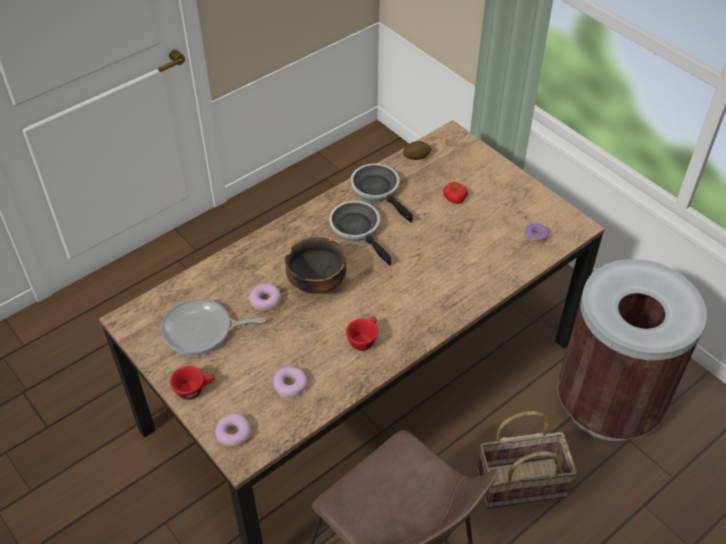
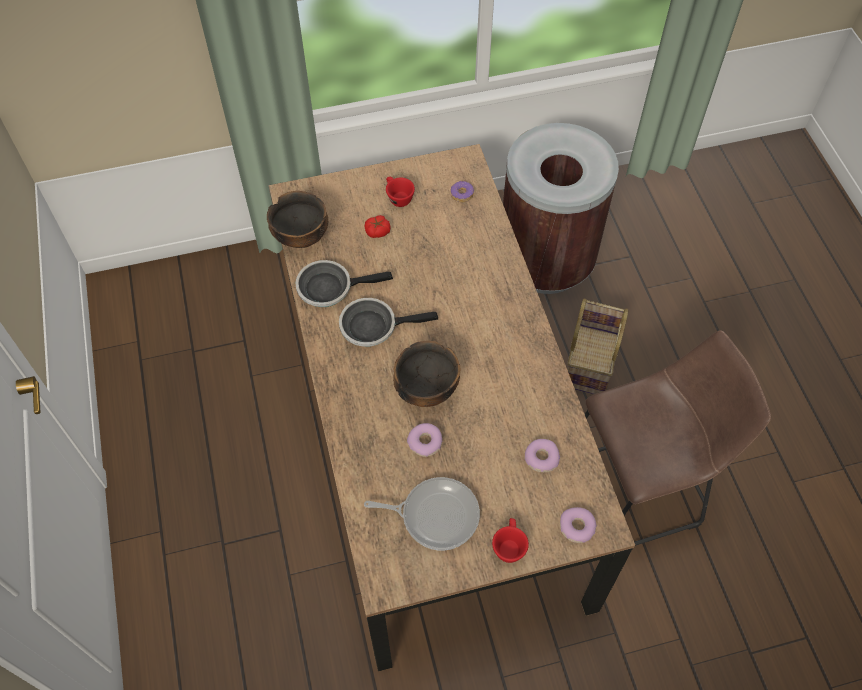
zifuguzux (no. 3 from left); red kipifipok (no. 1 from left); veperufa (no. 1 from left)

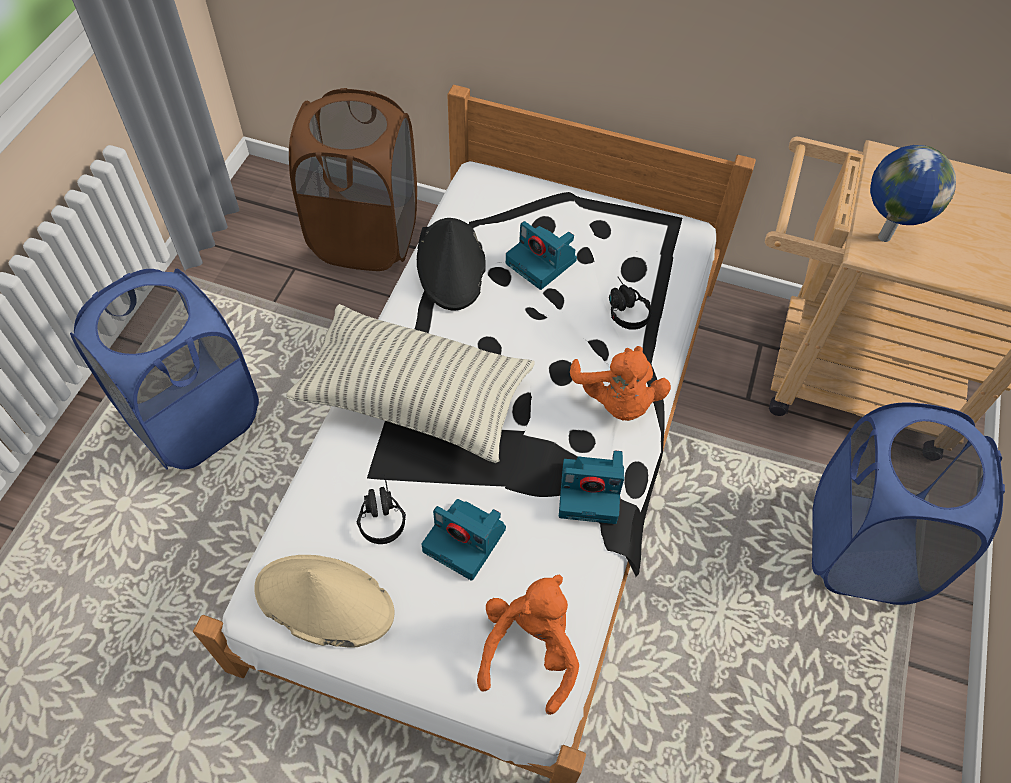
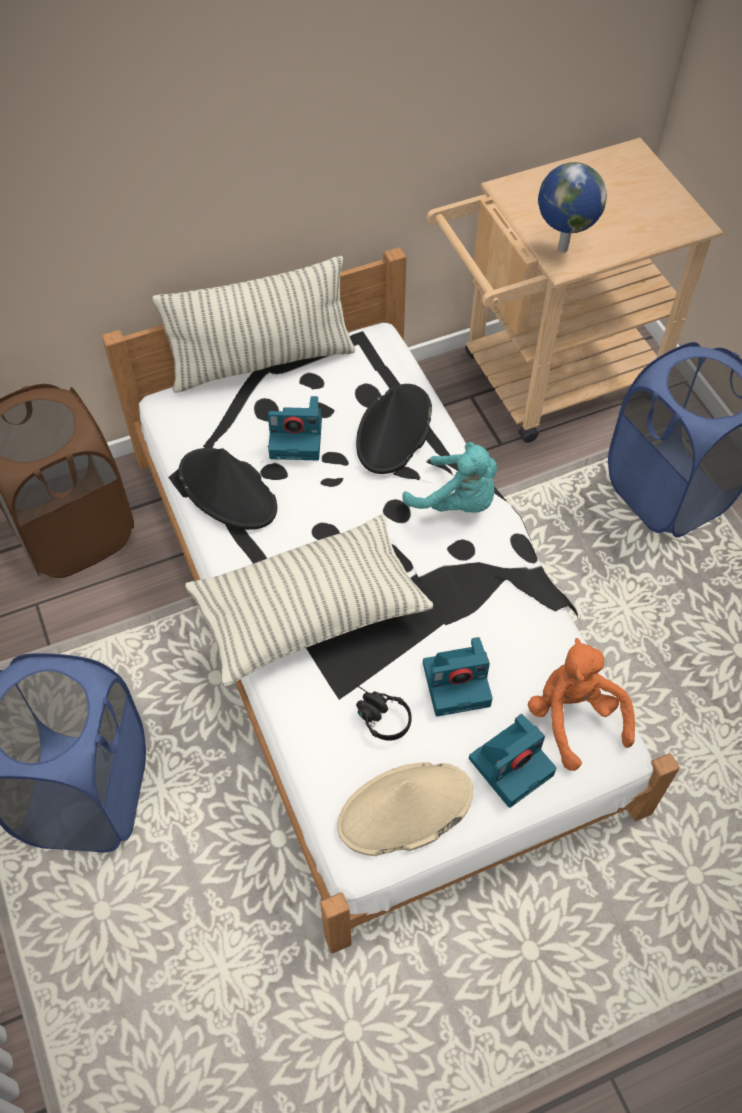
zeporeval (no. 3 from left); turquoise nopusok; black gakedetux (no. 2 from left); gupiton (no. 1 from left)

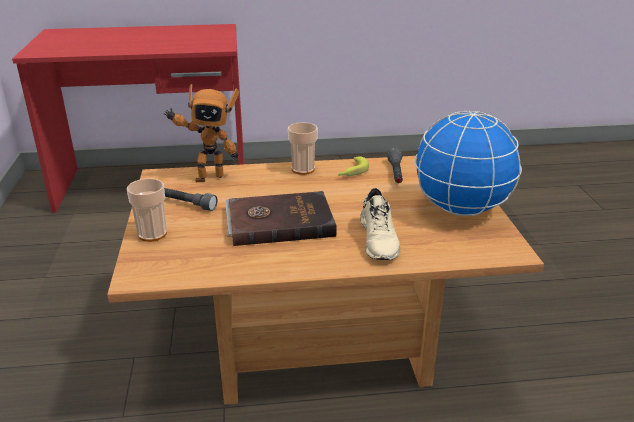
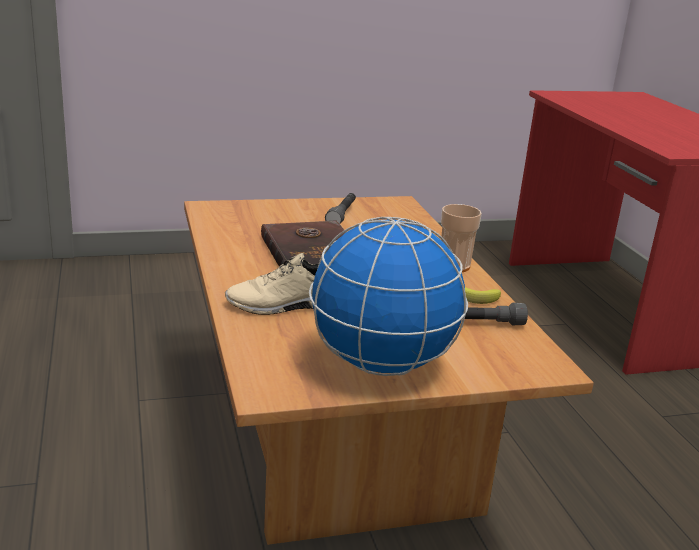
kipifipok (no. 1 from left in the first image); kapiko

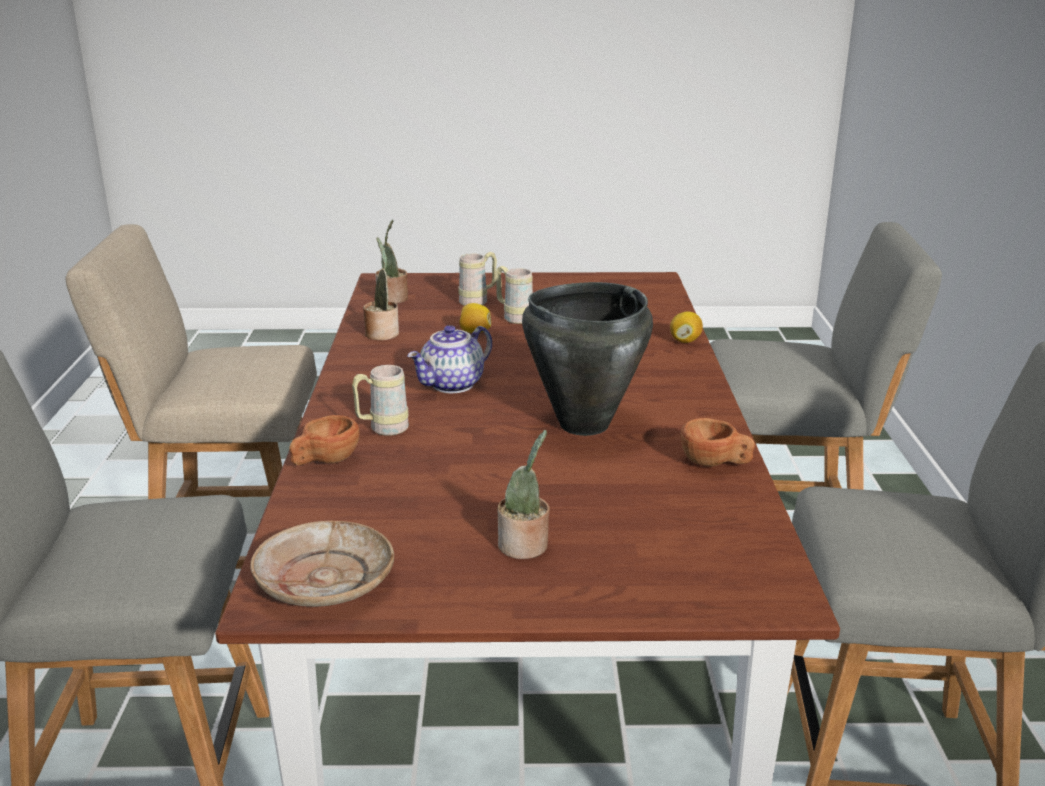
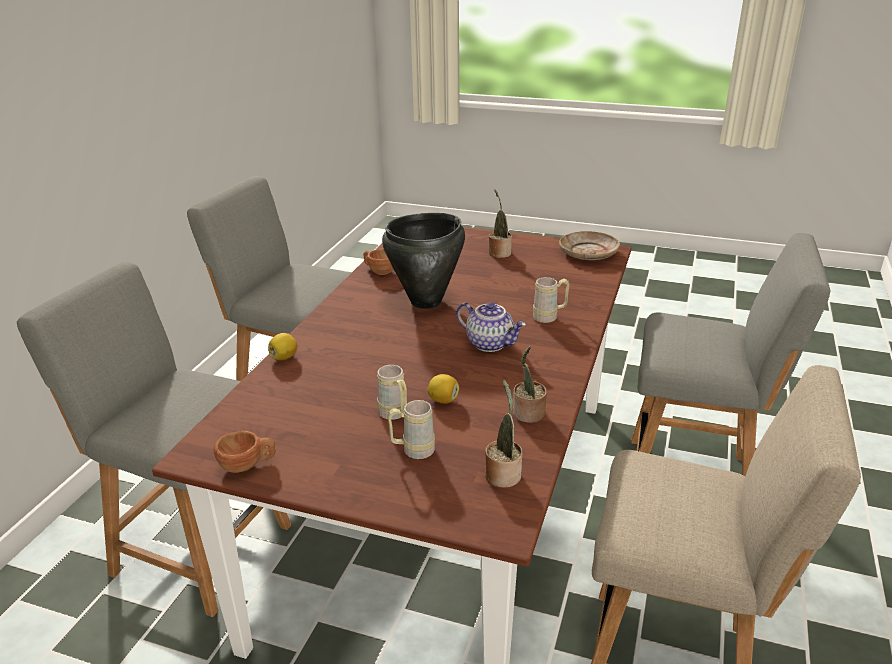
brown kipifipok (no. 1 from left); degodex

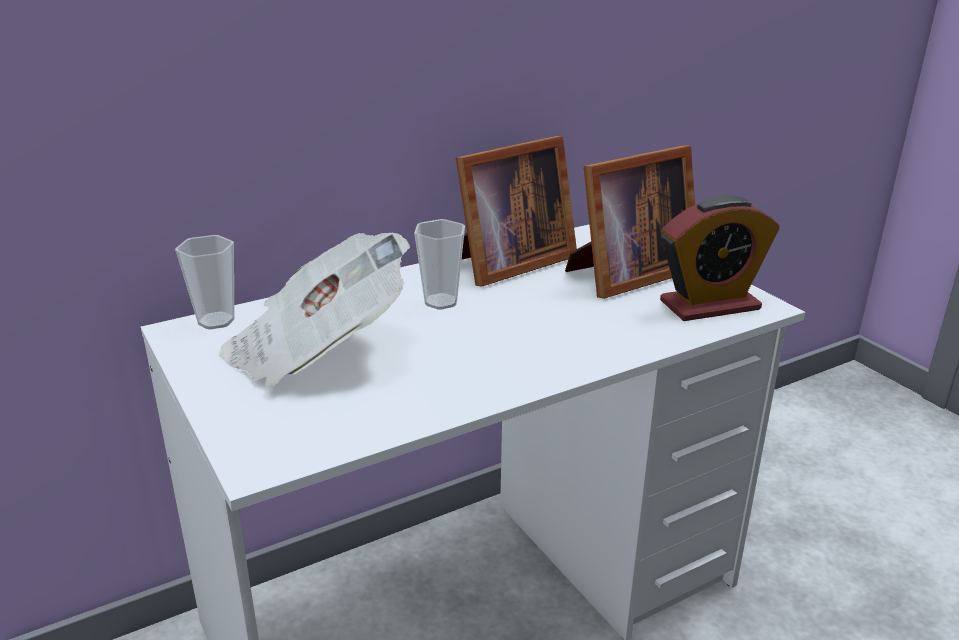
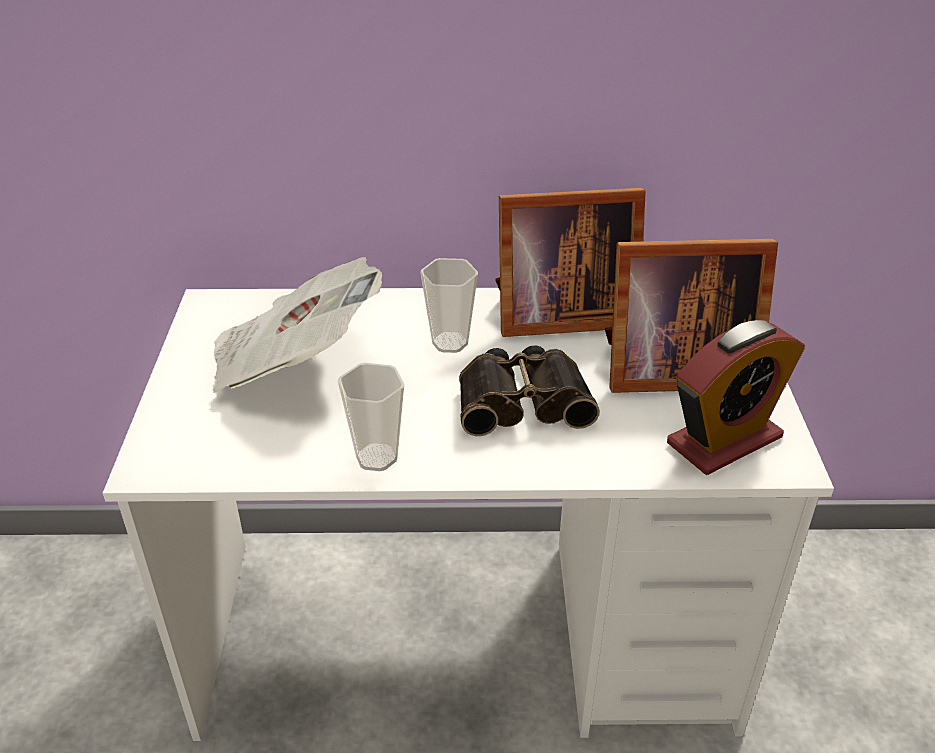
kipifipok (no. 1 from left); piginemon; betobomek

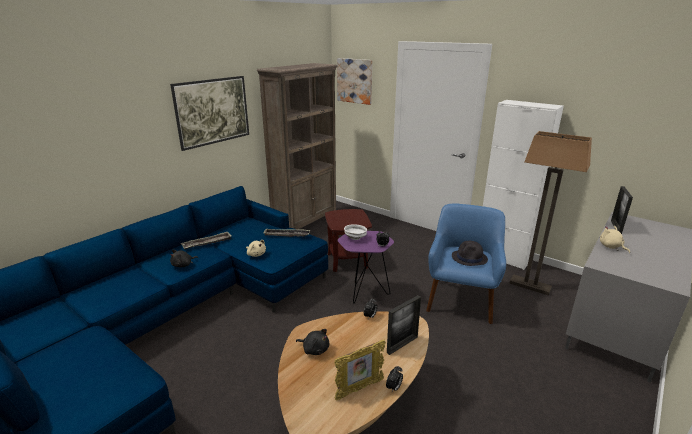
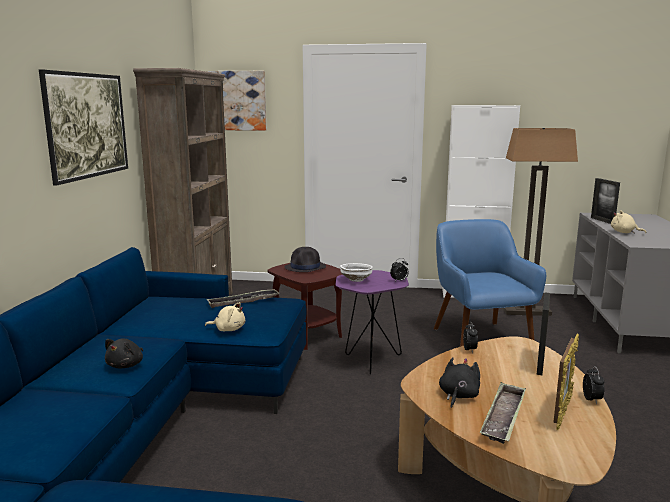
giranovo (no. 2 from left); black nopusok (no. 2 from left); black gakedetux

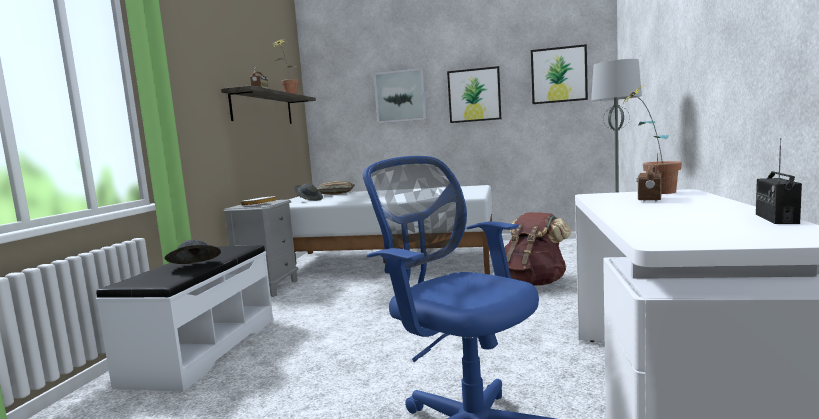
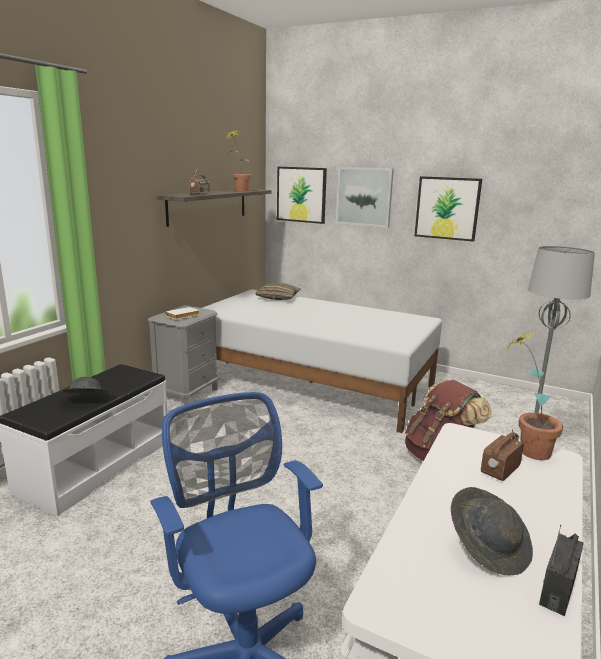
grey gakedetux (no. 2 from left); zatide (no. 1 from left)

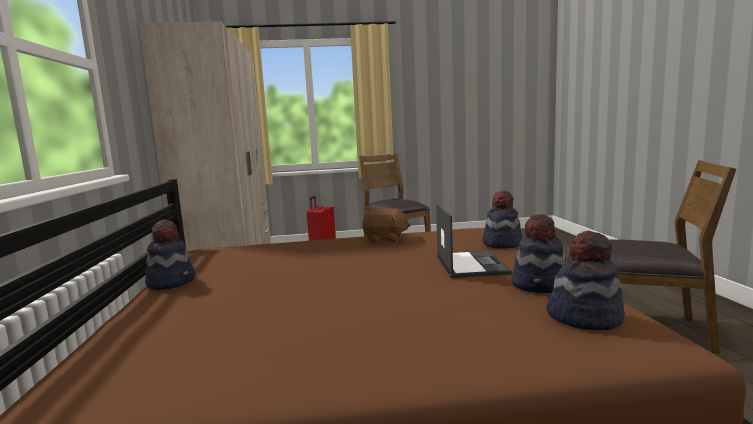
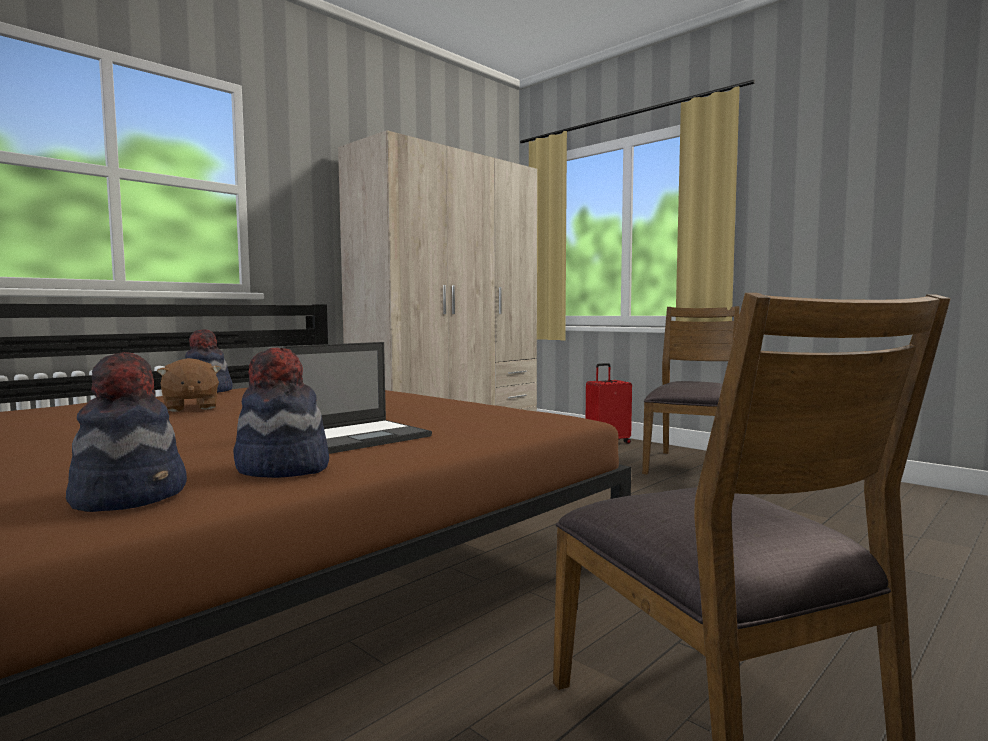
brown nopusok; gakedetux (no. 2 from left in the first image)

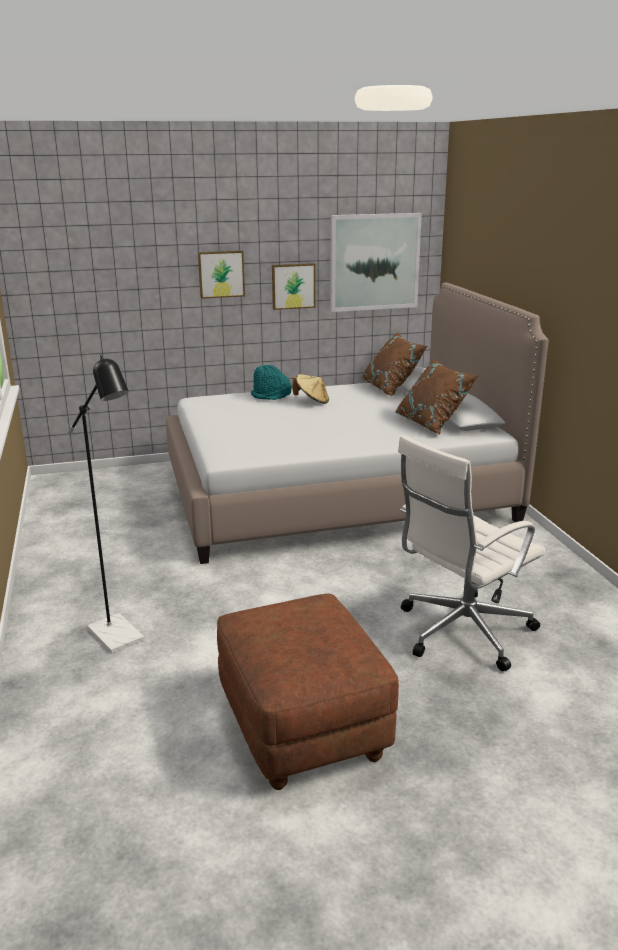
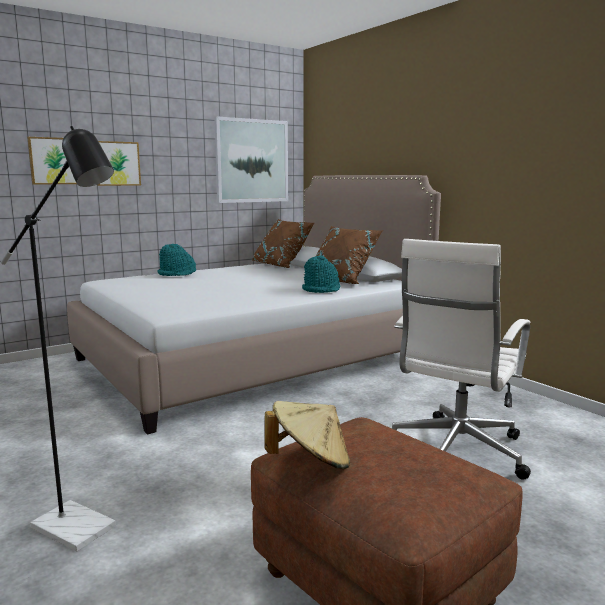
zatide (no. 1 from left); beige gakedetux; turquoise gakedetux (no. 2 from left)

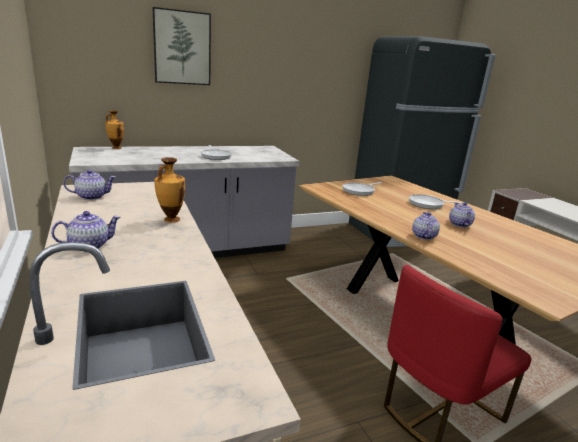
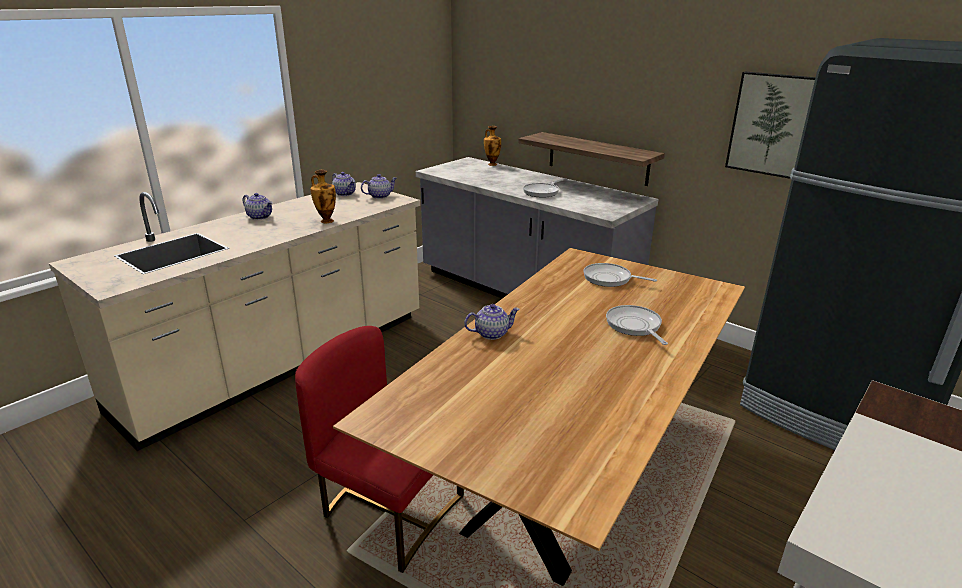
zatide; degodex (no. 3 from left); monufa

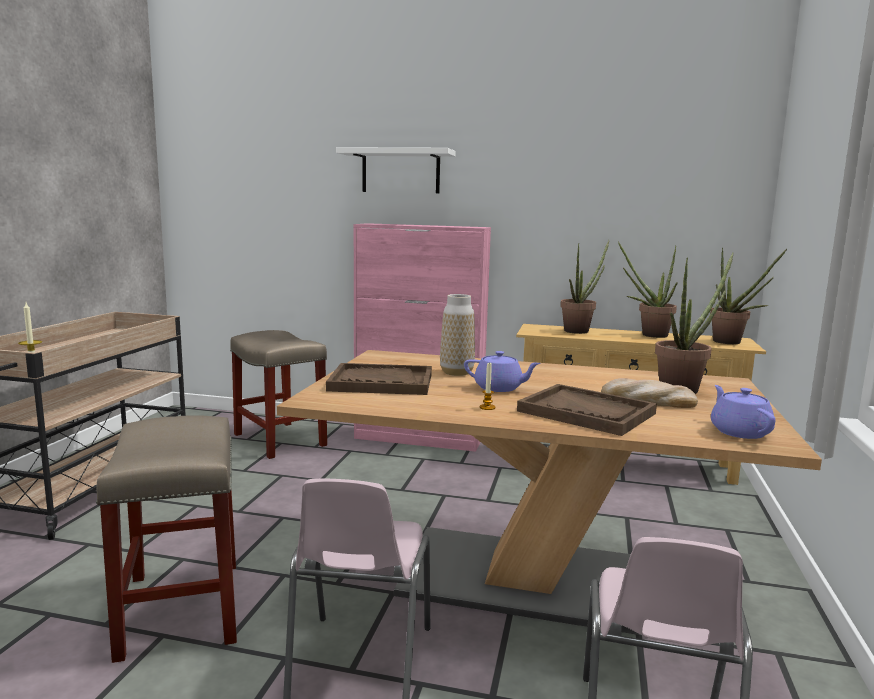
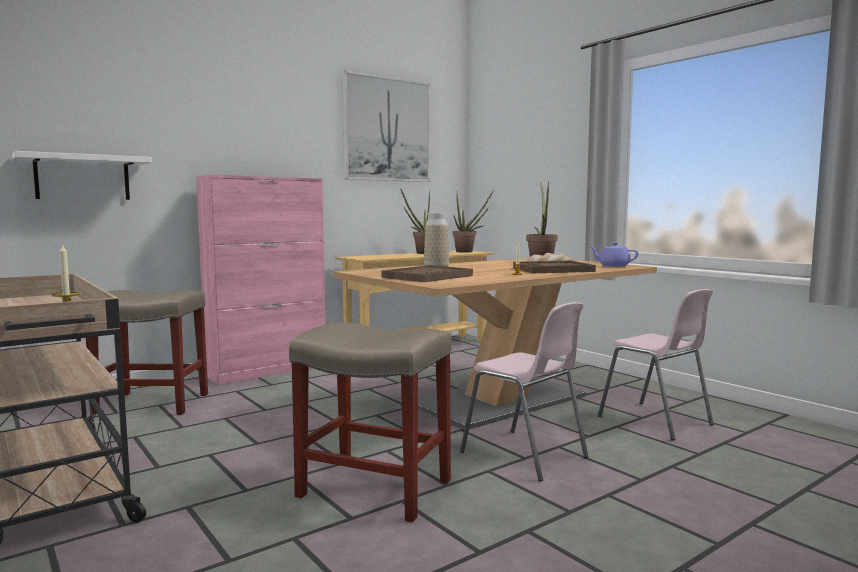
white monufa; purple degodex (no. 1 from left in the first image); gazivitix (no. 1 from left in the first image); zatide

